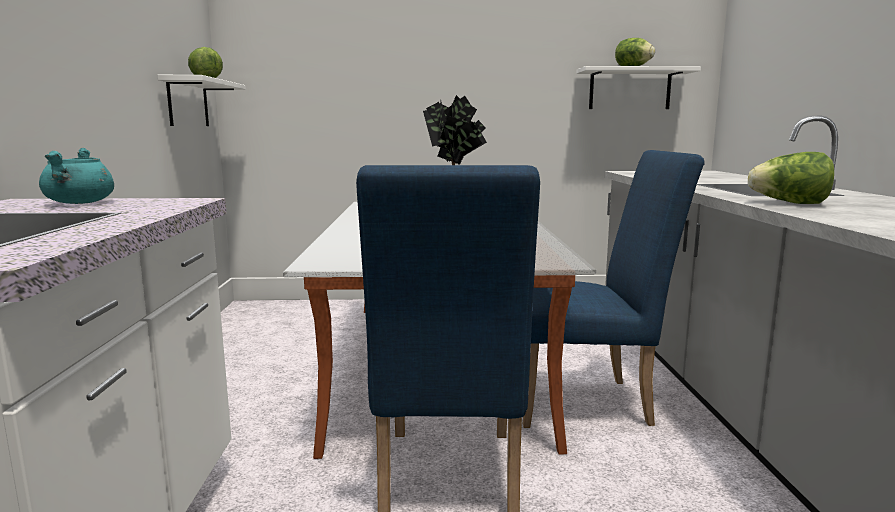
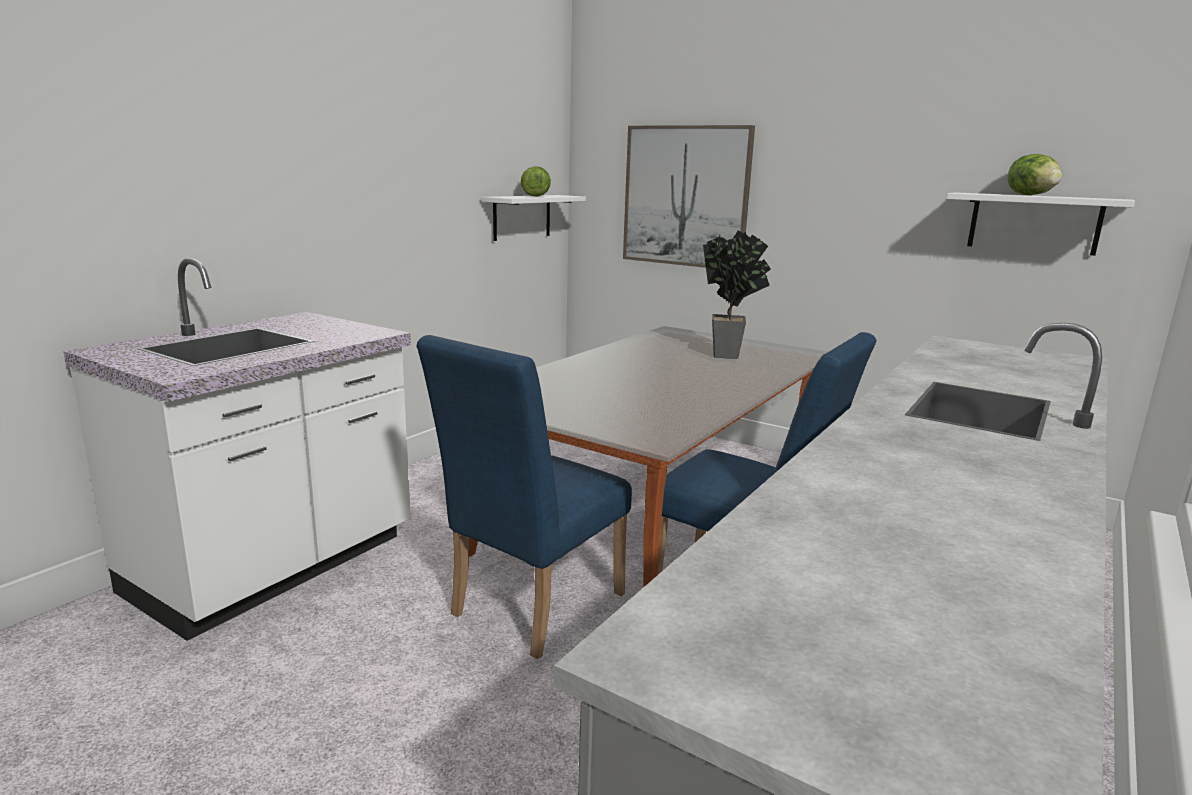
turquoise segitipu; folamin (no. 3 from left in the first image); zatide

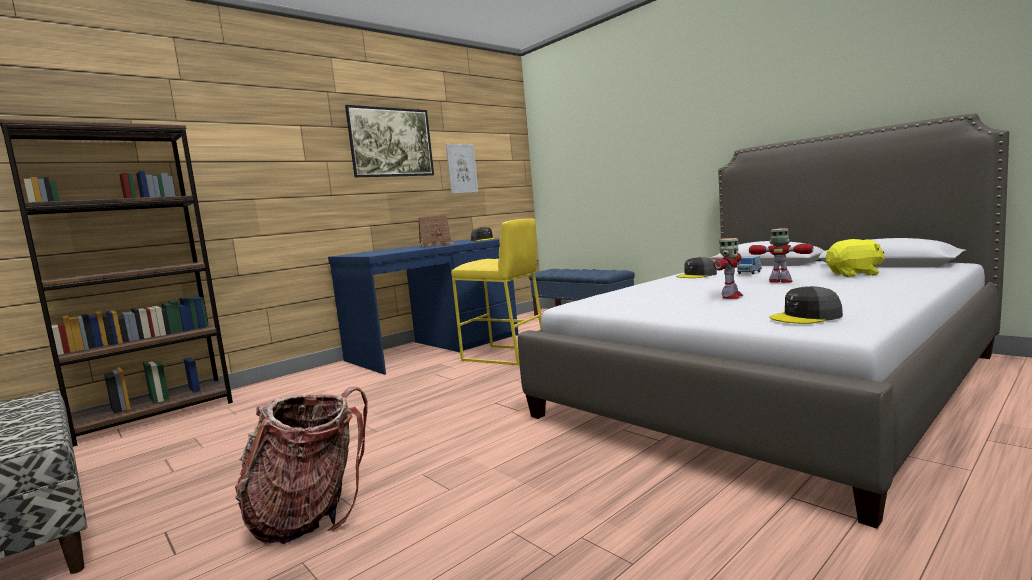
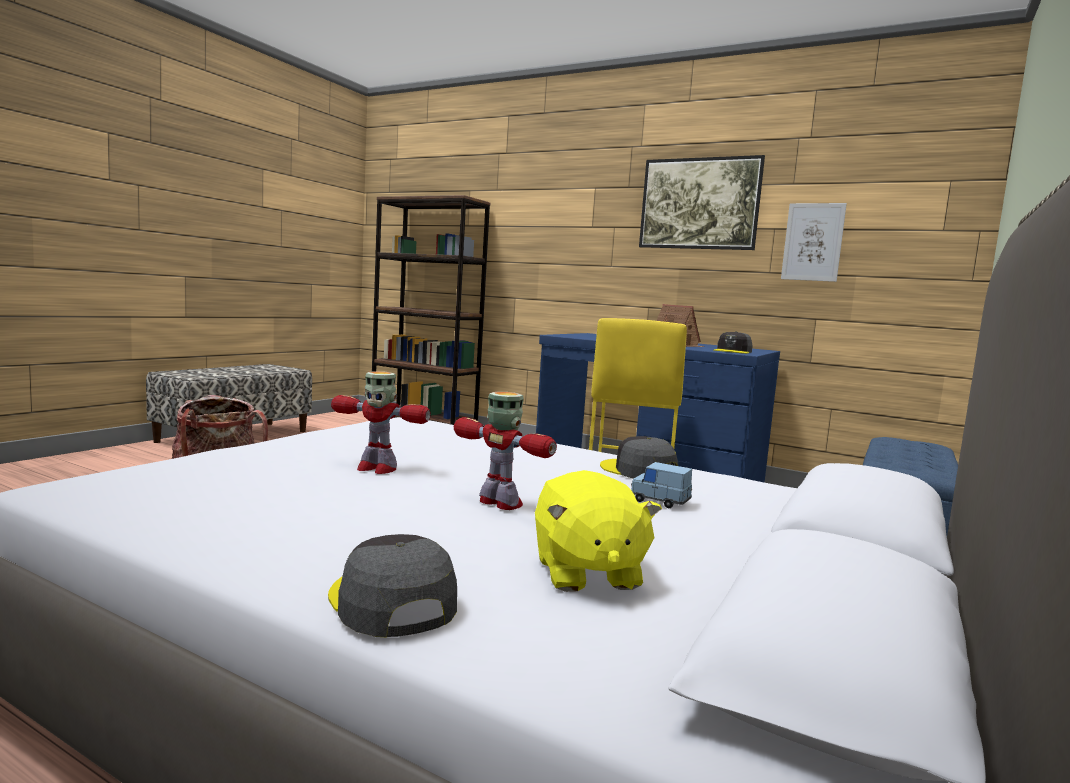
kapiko (no. 2 from left); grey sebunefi (no. 1 from left)

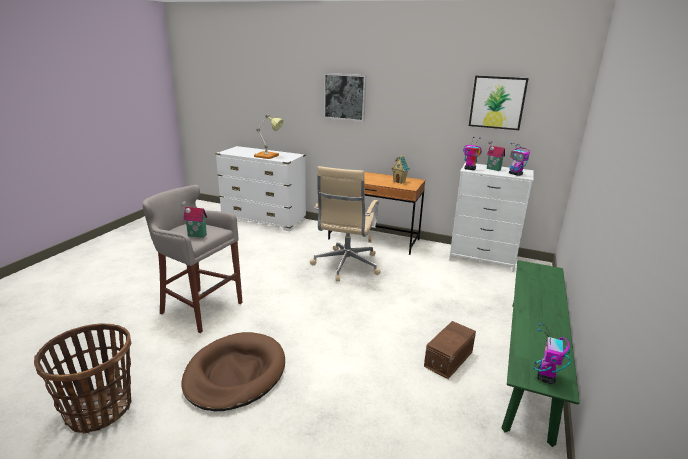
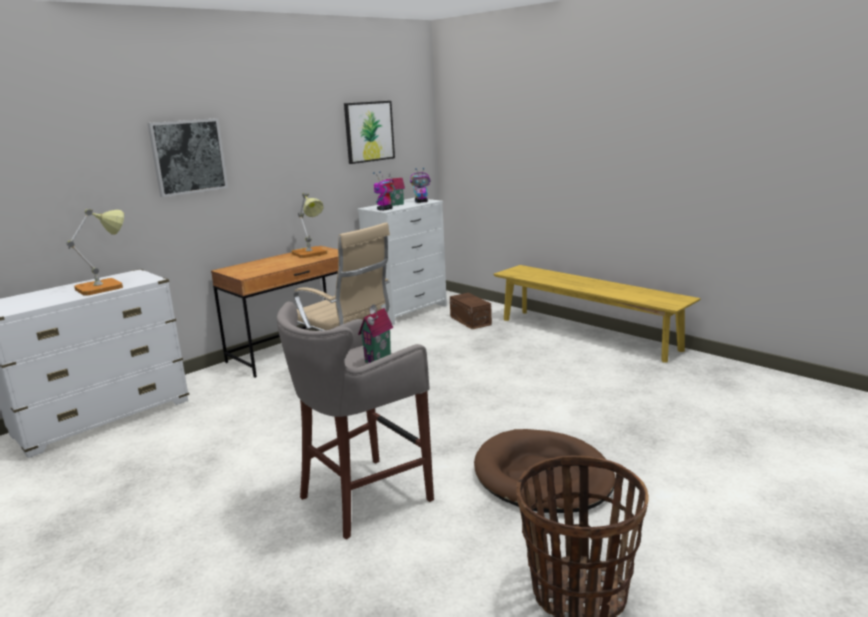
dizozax (no. 2 from left); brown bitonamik; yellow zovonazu; kapiko (no. 3 from left in the first image)

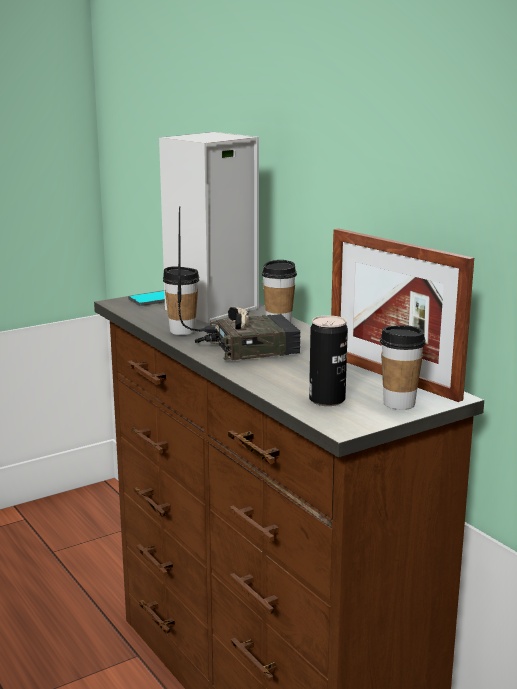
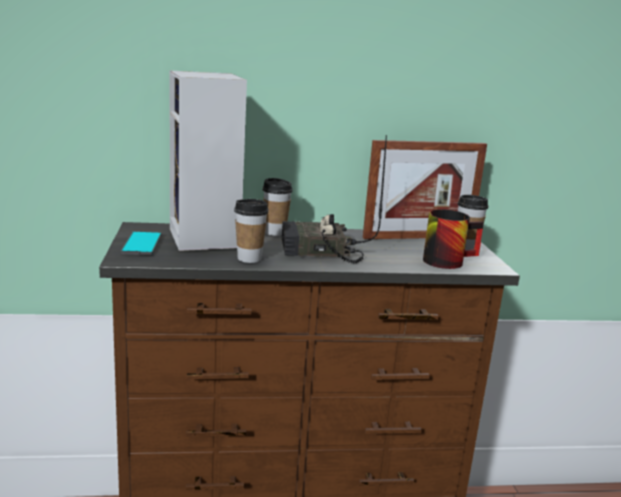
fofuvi; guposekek

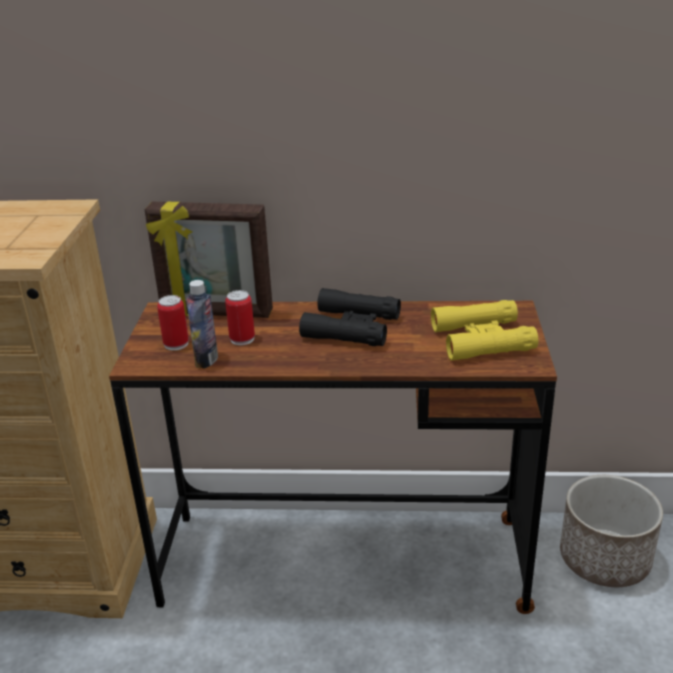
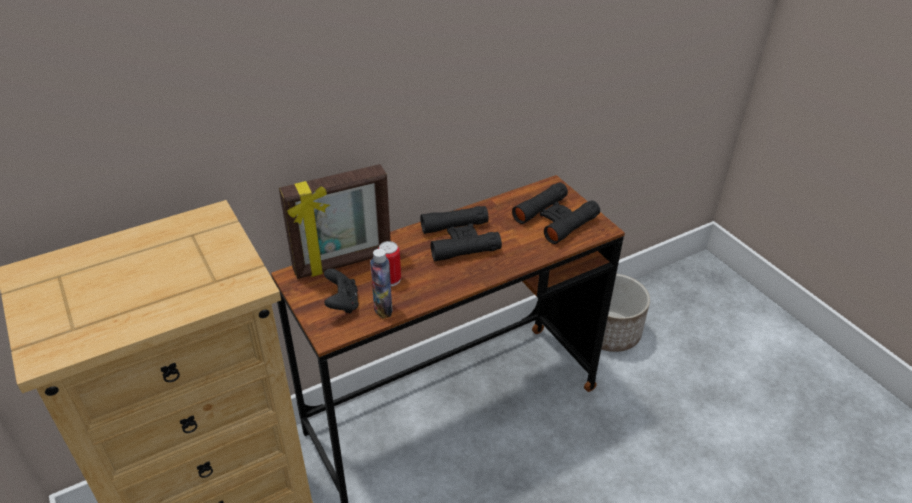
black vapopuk; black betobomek (no. 2 from left)

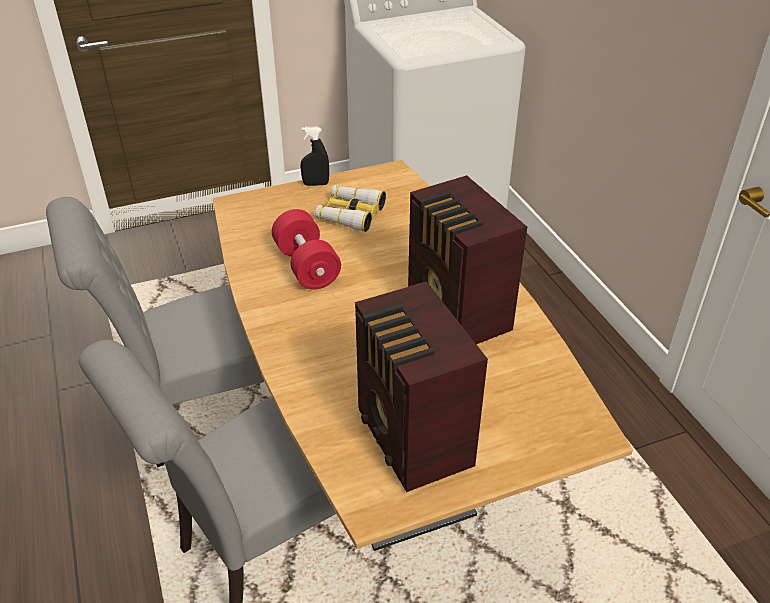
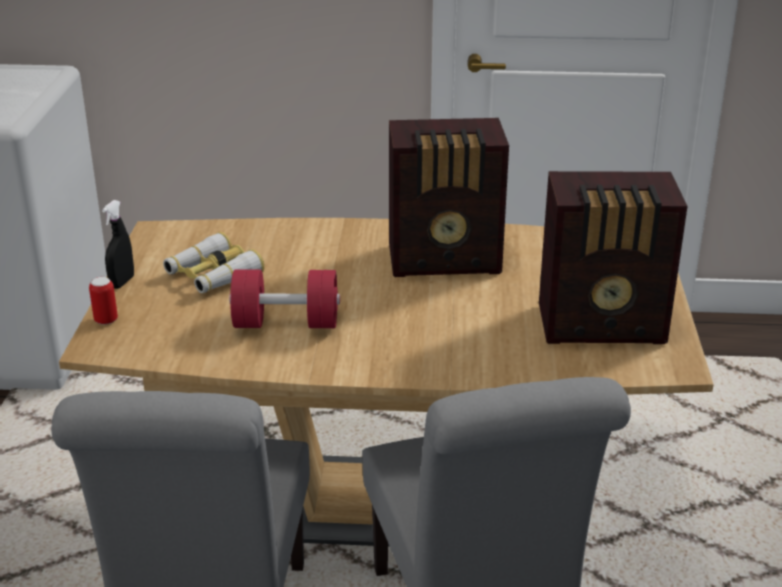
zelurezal

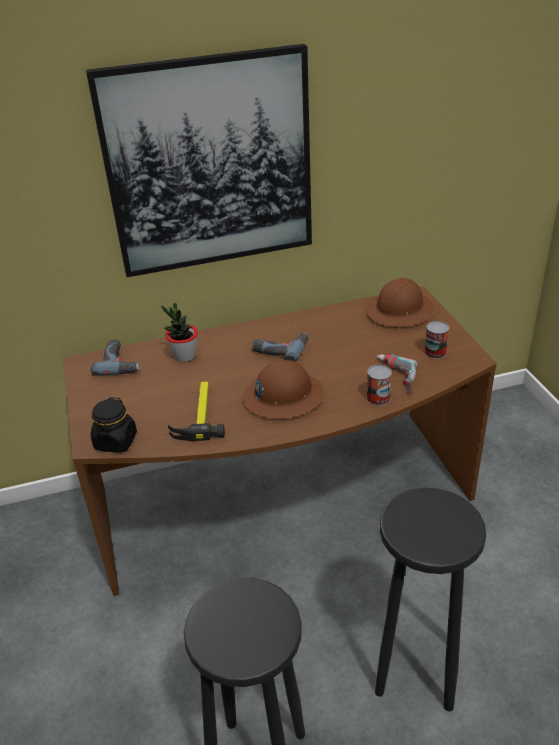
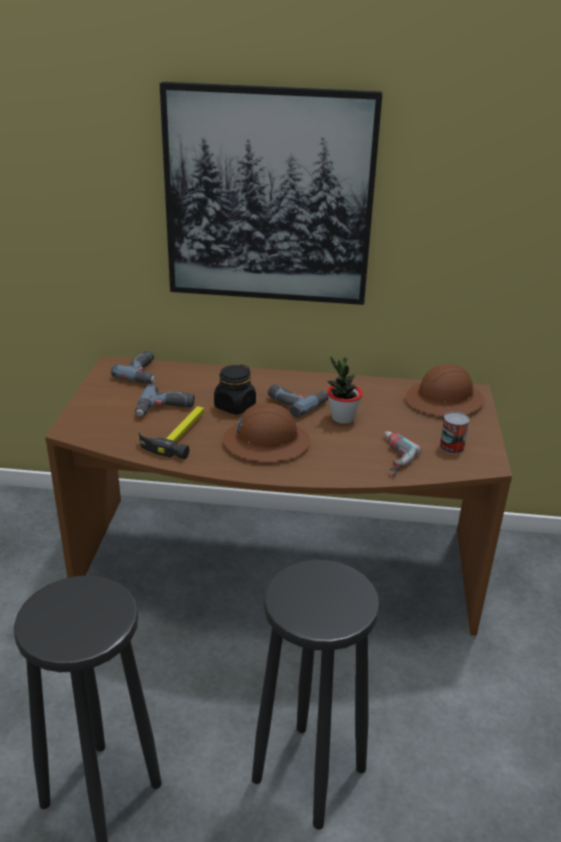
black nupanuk; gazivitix; zelurezal (no. 1 from left in the first image); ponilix (no. 2 from left)

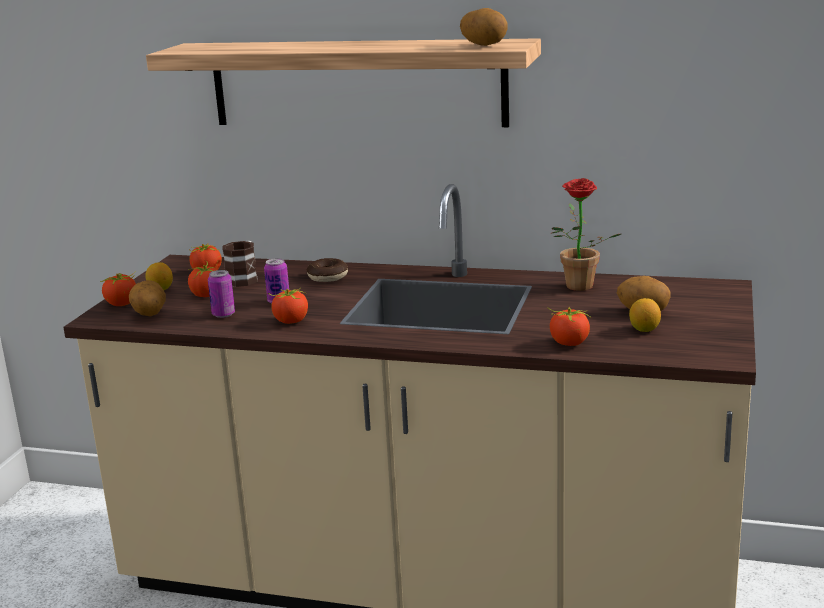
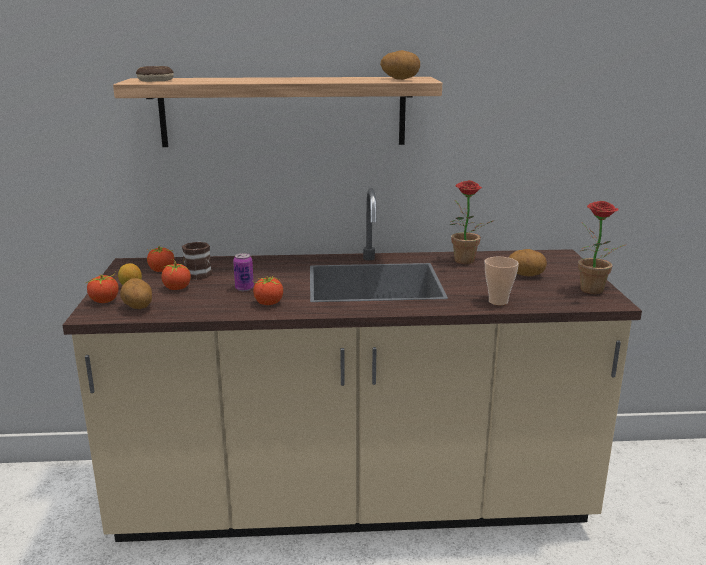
zelurezal (no. 1 from left in the first image); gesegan; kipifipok; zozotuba (no. 2 from left in the first image); gazivitix (no. 2 from left)

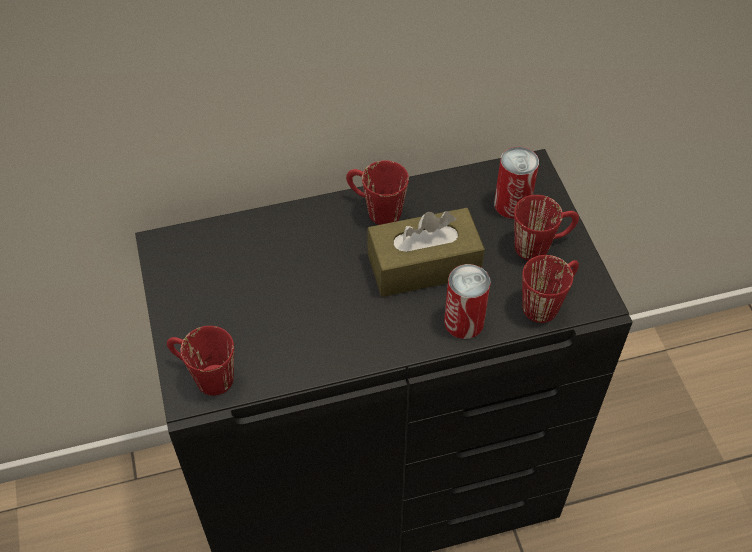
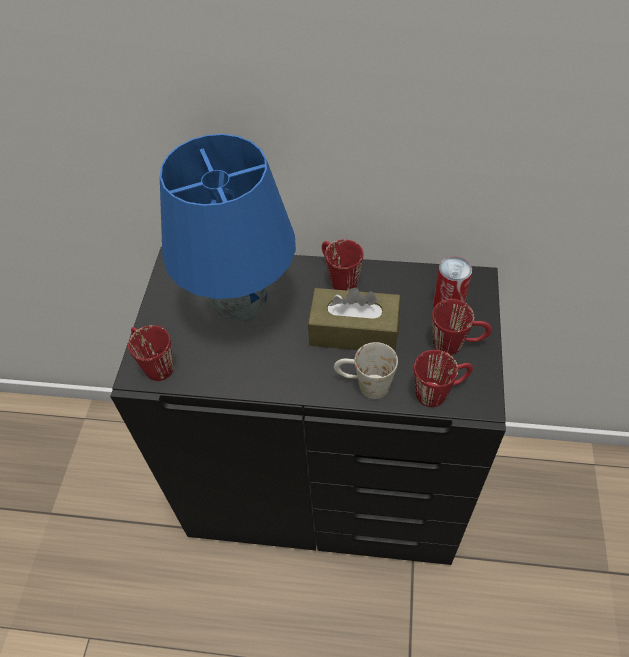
white guposekek; blue dizozax

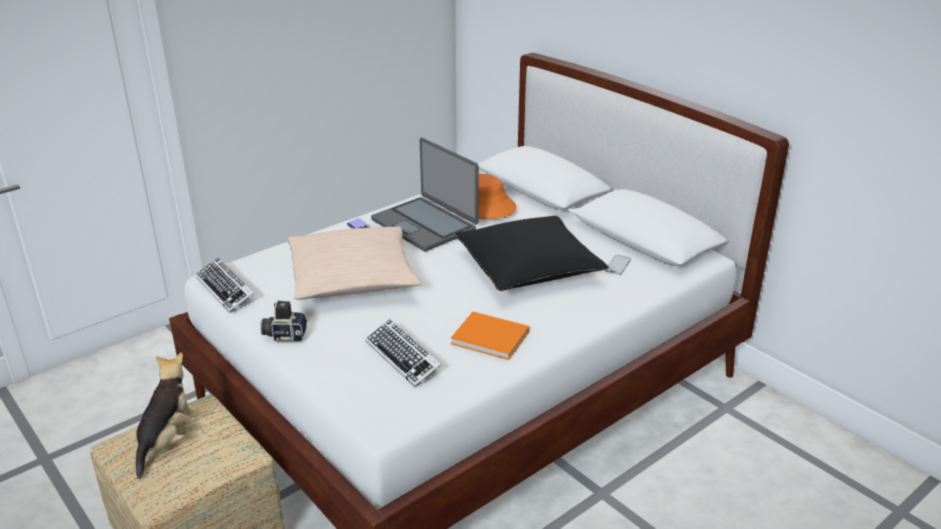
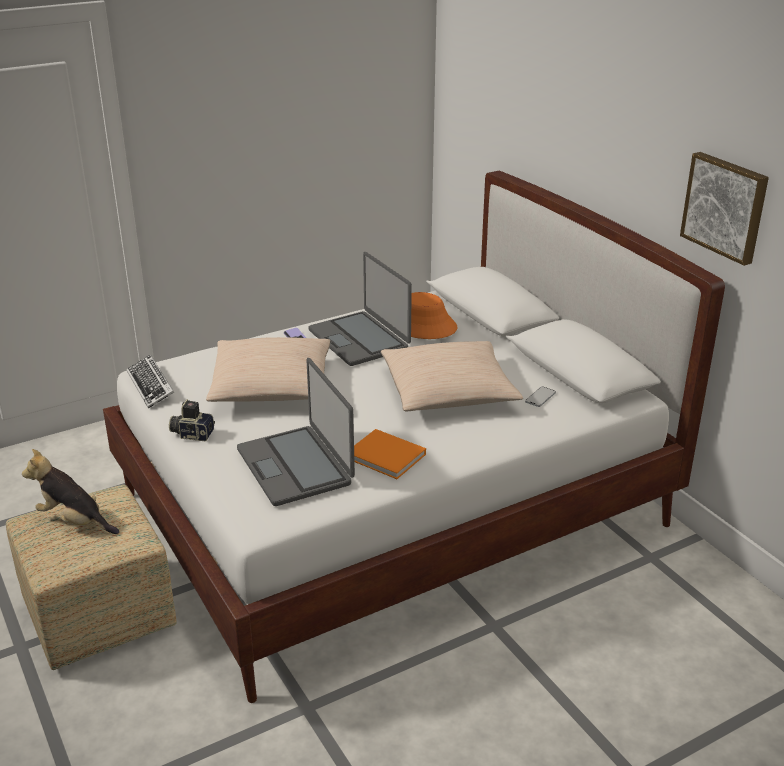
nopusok; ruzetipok (no. 1 from left); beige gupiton (no. 2 from left); zatide

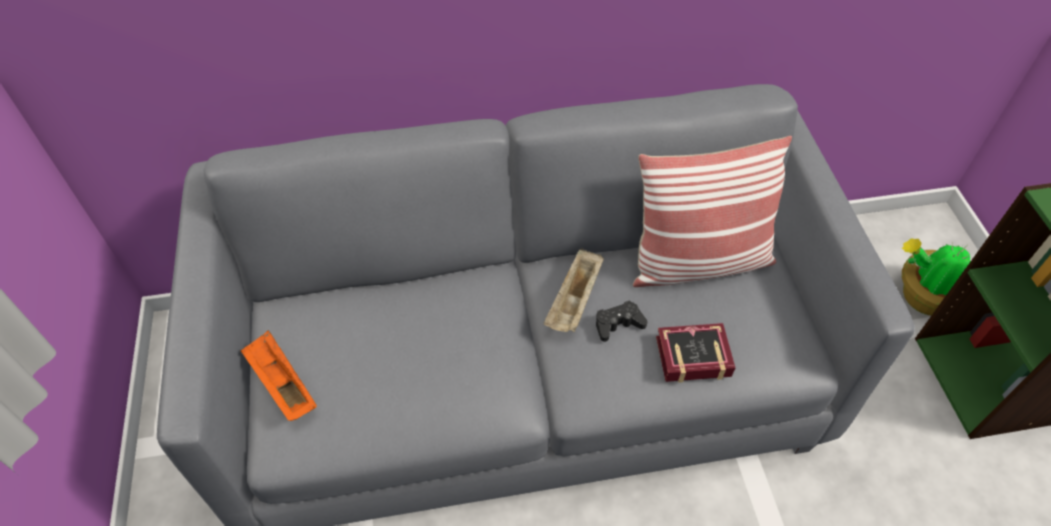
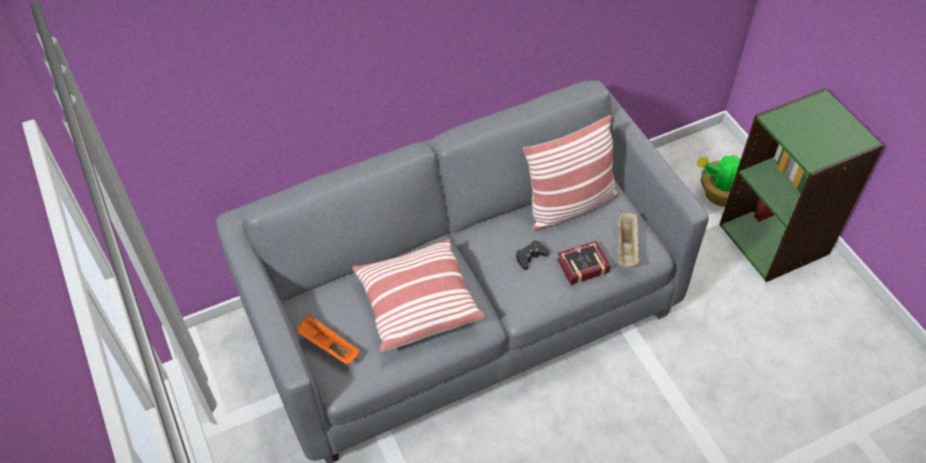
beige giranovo; gupiton (no. 1 from left)

